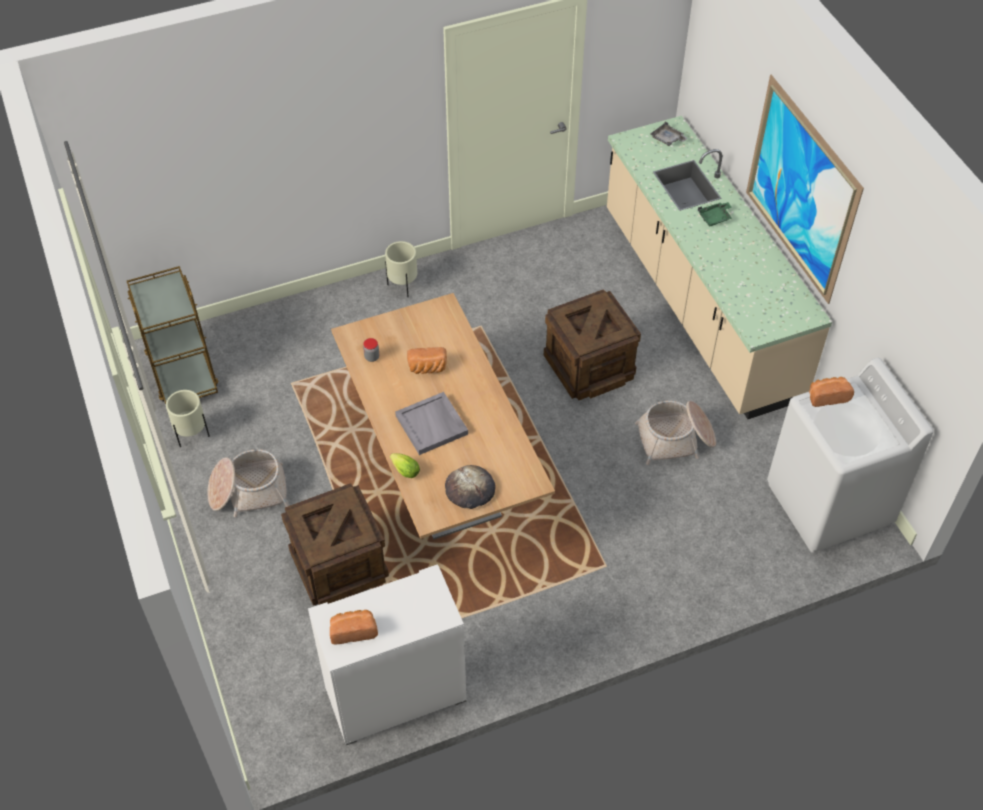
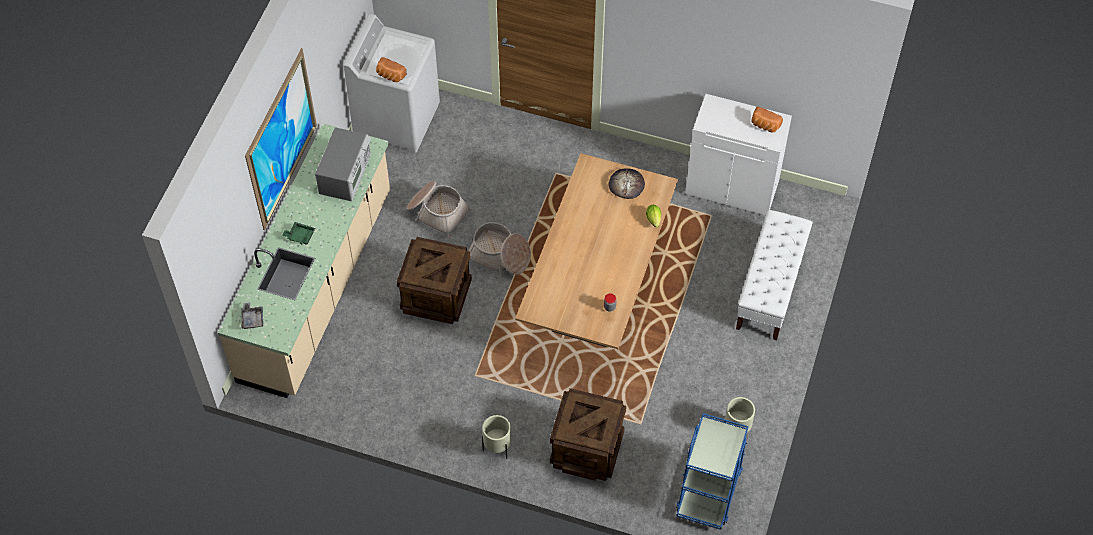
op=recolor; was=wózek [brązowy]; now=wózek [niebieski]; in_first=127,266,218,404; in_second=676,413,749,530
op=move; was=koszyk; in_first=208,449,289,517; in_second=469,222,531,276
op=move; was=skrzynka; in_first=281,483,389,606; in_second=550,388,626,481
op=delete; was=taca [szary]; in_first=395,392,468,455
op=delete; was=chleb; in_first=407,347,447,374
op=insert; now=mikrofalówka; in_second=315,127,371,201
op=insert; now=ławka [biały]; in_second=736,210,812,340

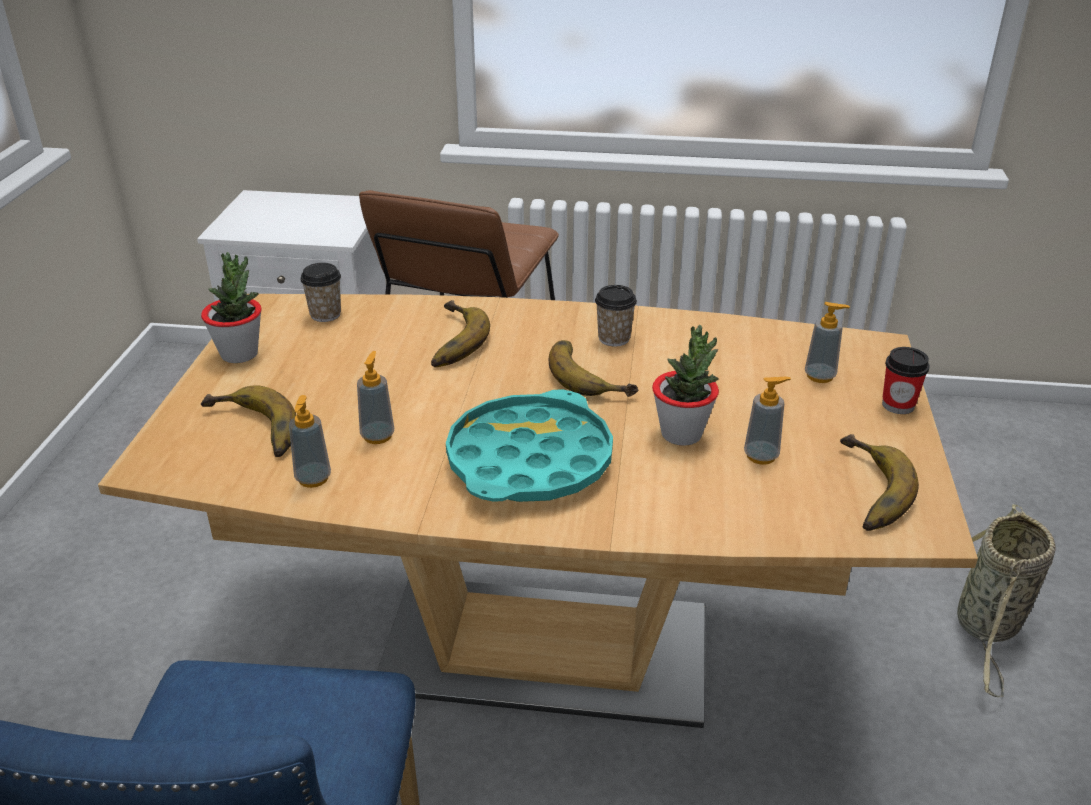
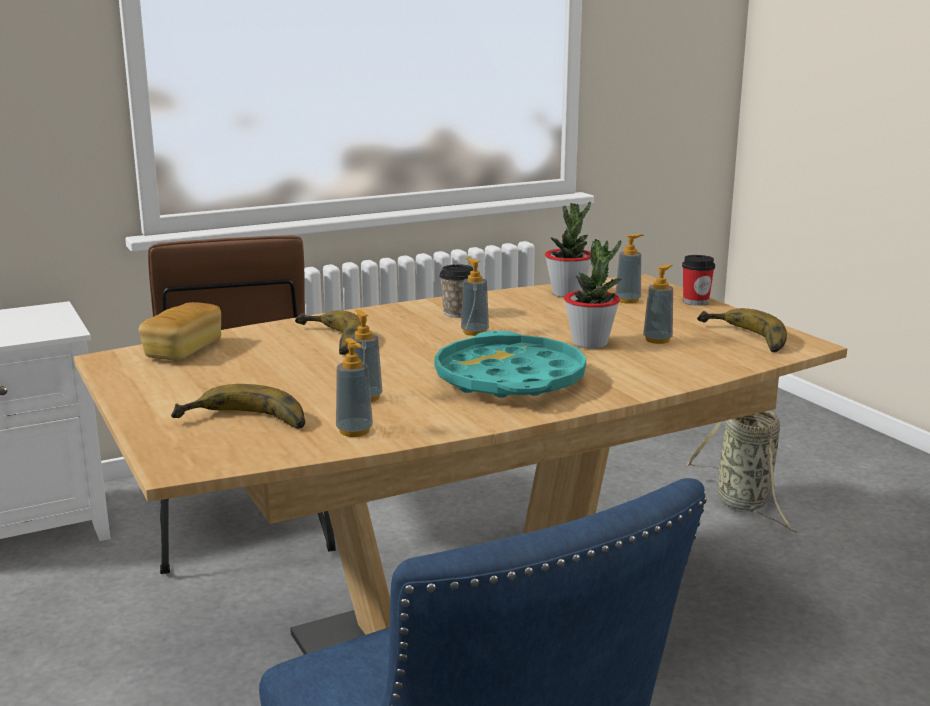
op=move; was=roślina doniczkowa; in_first=201,252,262,363; in_second=545,202,591,297
op=replace; was=filiżanka; now=chleb; in_first=300,263,341,322; in_second=139,302,221,360
op=replace; was=banan; now=dozownik mydła; in_first=549,340,638,397; in_second=461,258,489,336

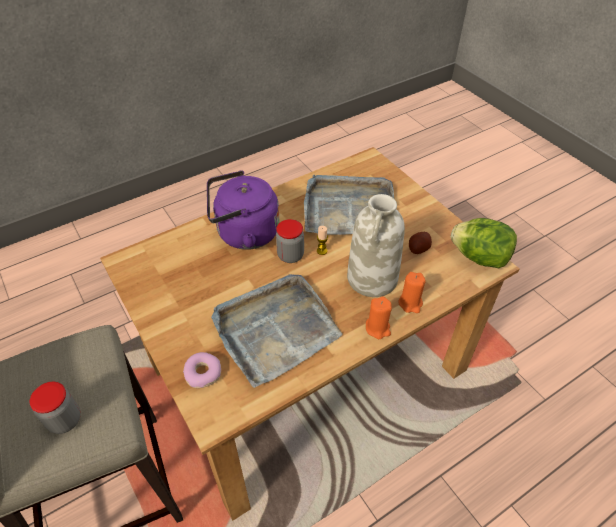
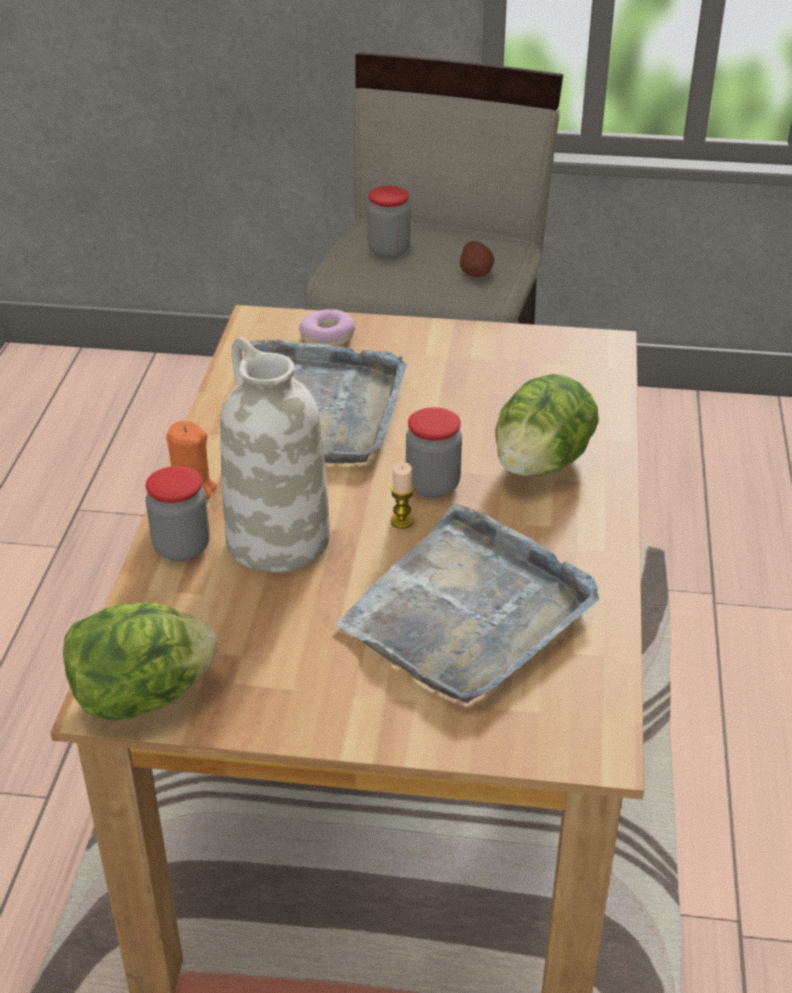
op=replace; was=czajnik [fioletowy]; now=sałata; in_first=207,170,279,250; in_second=495,374,599,476
op=replace; was=świeca [pomarańczowy]; now=słoik; in_first=398,272,426,313; in_second=146,466,210,561
op=move; was=ziemniak; in_first=409,232,432,254; in_second=460,241,495,277

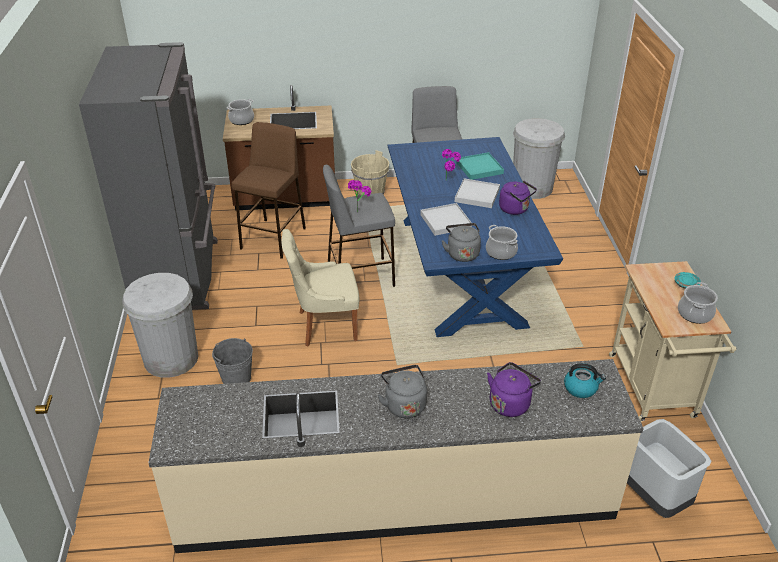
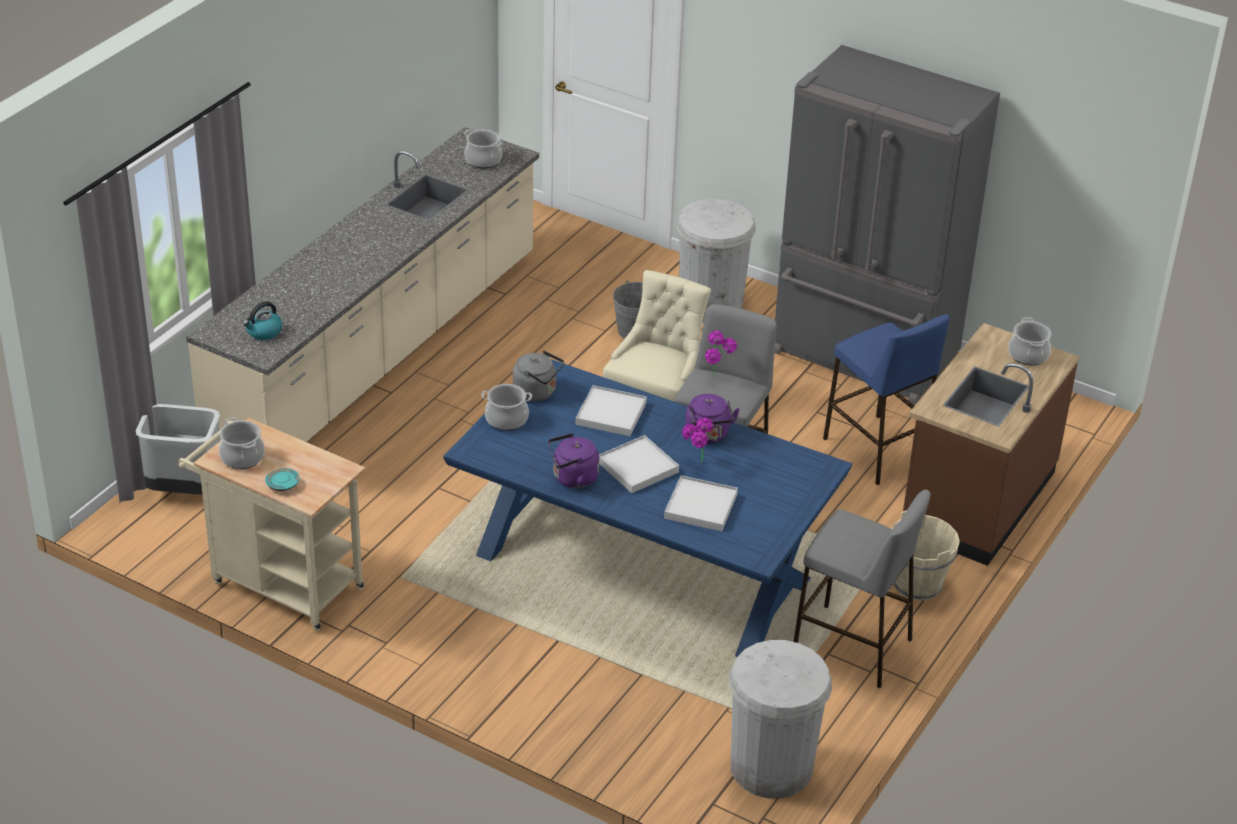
op=recolor; was=stołek [brązowy]; now=stołek [niebieski]; in_first=232,122,306,259; in_second=823,314,950,485
op=delete; was=czajnik [szary]; in_first=378,365,427,418
op=recolor; was=taca [turkusowy]; now=taca [biały]; in_first=456,152,504,180; in_second=664,475,738,531
op=move; was=czajnik [fioletowy]; in_first=487,362,541,417; in_second=685,394,740,444
op=insert; now=garnek; in_second=464,129,502,168

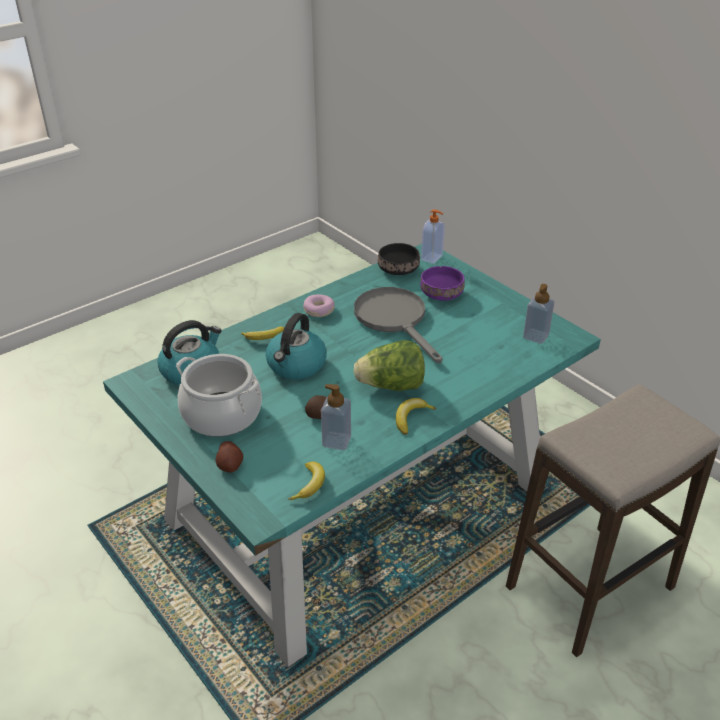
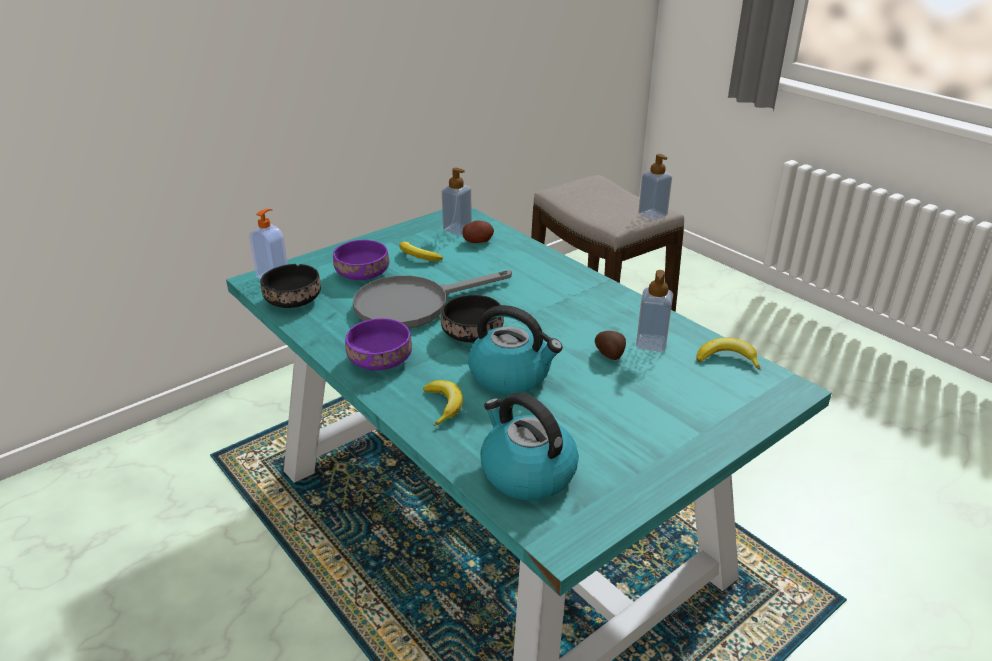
op=delete; was=garnek; in_first=176,354,262,437
op=move; was=ziemniak; in_first=215,441,243,473; in_second=462,220,494,243
op=replace; was=donut; now=miska [fioletowy]; in_first=303,294,335,317; in_second=345,318,412,370
op=delete; was=sałata; in_first=354,340,425,391
op=move; was=banan; in_first=396,398,436,435; in_second=399,241,443,261
op=insert; now=miska [czarny]; in_second=441,295,504,343
op=insert; now=dozownik mydła; in_second=638,154,672,220

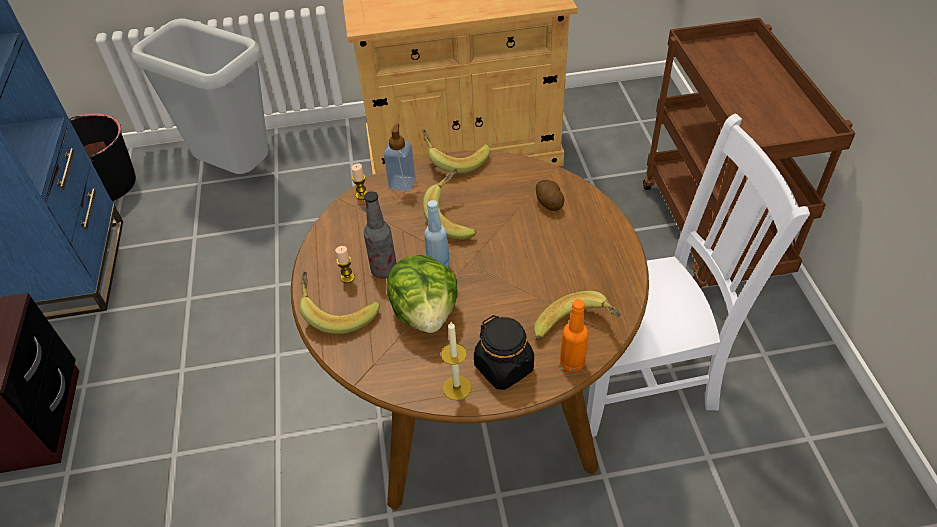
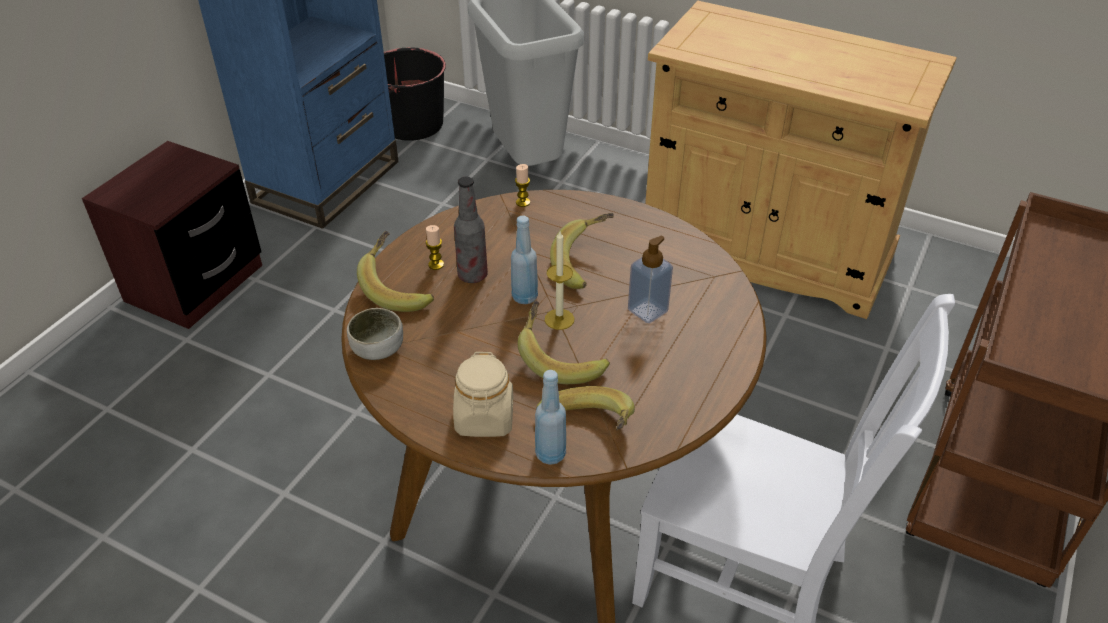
op=move; was=dozownik mydła; in_first=384,124,416,191; in_second=628,236,673,323
op=delete; was=sałata; in_first=387,255,458,333
op=move; was=banan; in_first=422,129,490,174; in_second=518,300,610,384
op=move; was=świeca; in_first=441,322,472,400; in_second=545,231,574,330
op=recolor; was=słoik [czarny]; now=słoik [beżowy]; in_first=474,315,534,390; in_second=453,352,513,437
op=delete; was=ziemniak; in_first=536,180,565,211
op=recolor; was=butelka [pomarańczowy]; now=butelka [niebieski]; in_first=560,299,588,372; in_second=535,370,566,465
op=insert; now=miska; in_second=347,308,403,360

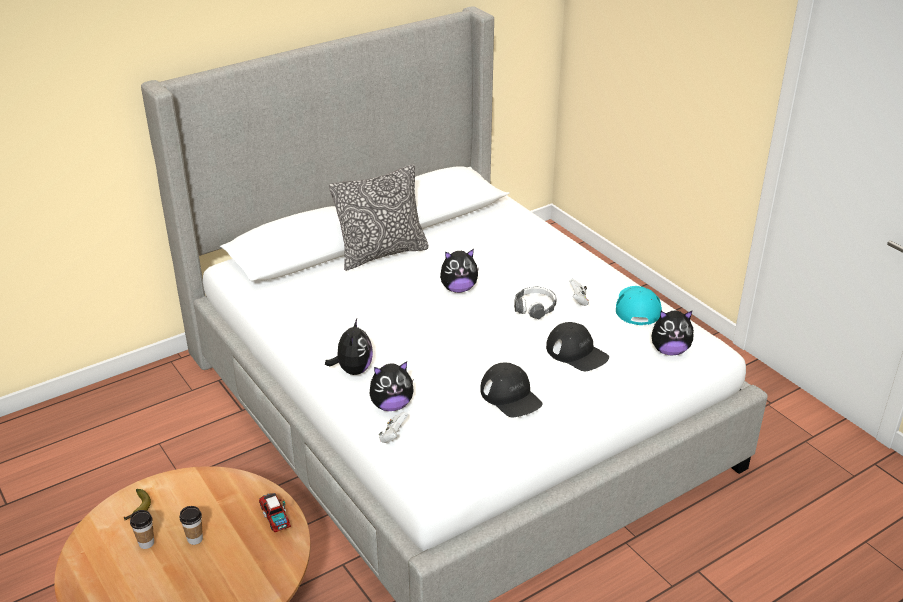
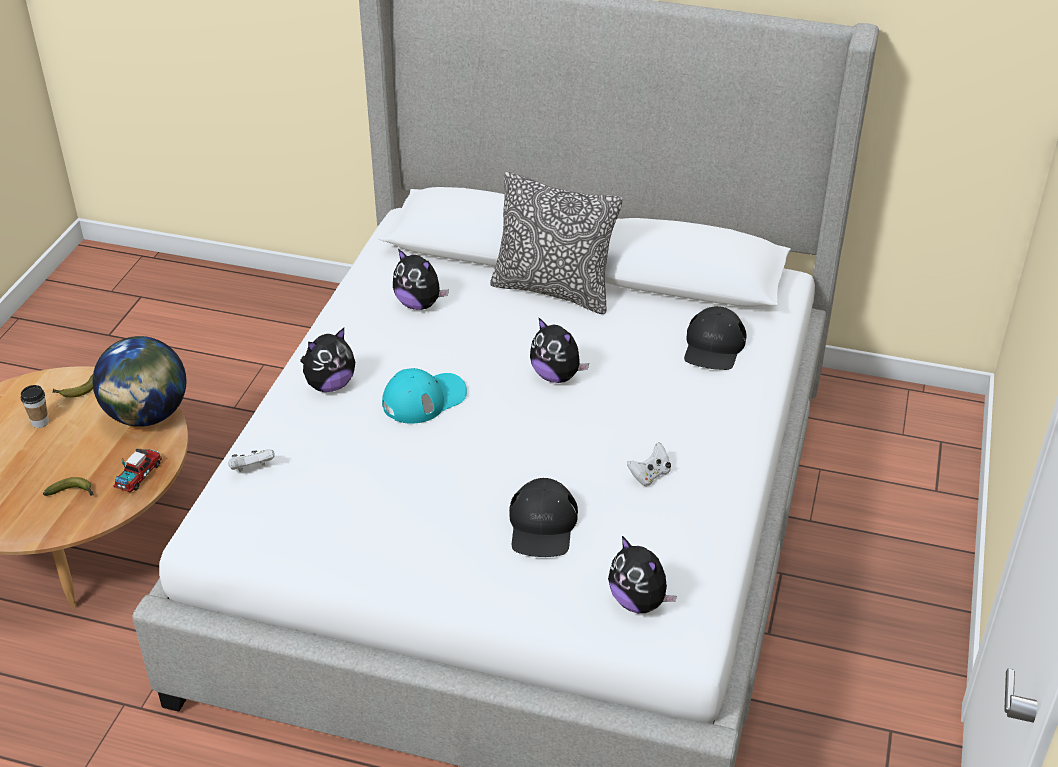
op=delete; was=filiżanka; in_first=180,506,203,545
op=move; was=pluszak; in_first=370,361,413,411; in_second=393,249,449,310
op=move; was=czapka z daszkiem [czarny]; in_first=480,363,543,417; in_second=684,306,746,370
op=delete; was=słuchawki; in_first=514,286,557,319
op=move; was=czapka z daszkiem [turkusowy]; in_first=616,286,662,325; in_second=382,368,467,423
op=insert; now=banan; in_second=43,477,94,496
op=insert; now=globus; in_second=93,336,186,427

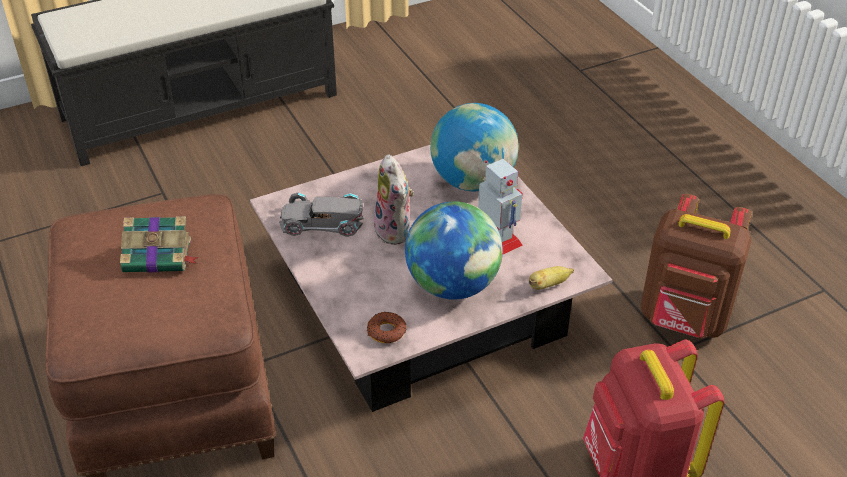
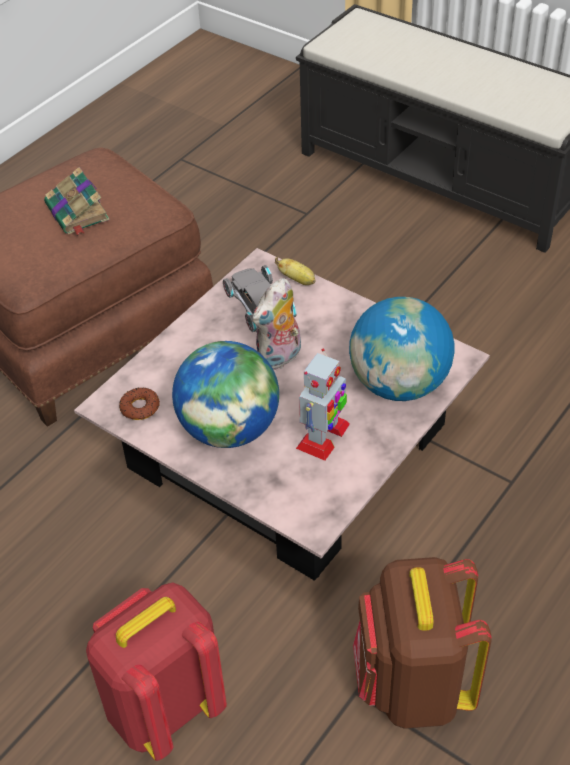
op=move; was=banan; in_first=529,266,574,290; in_second=275,257,316,285

